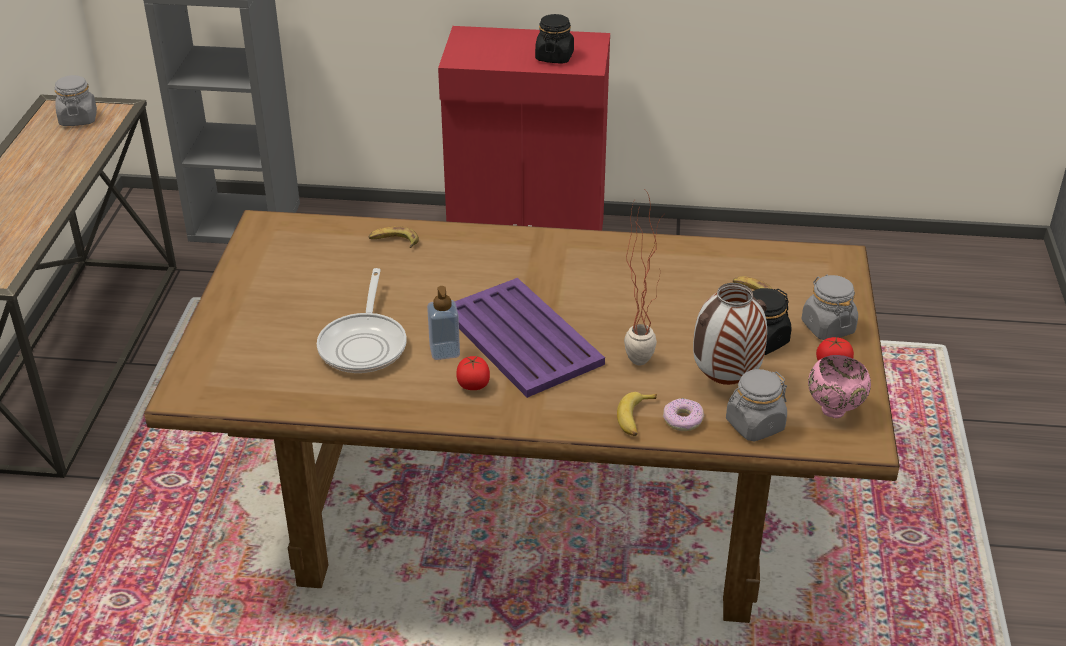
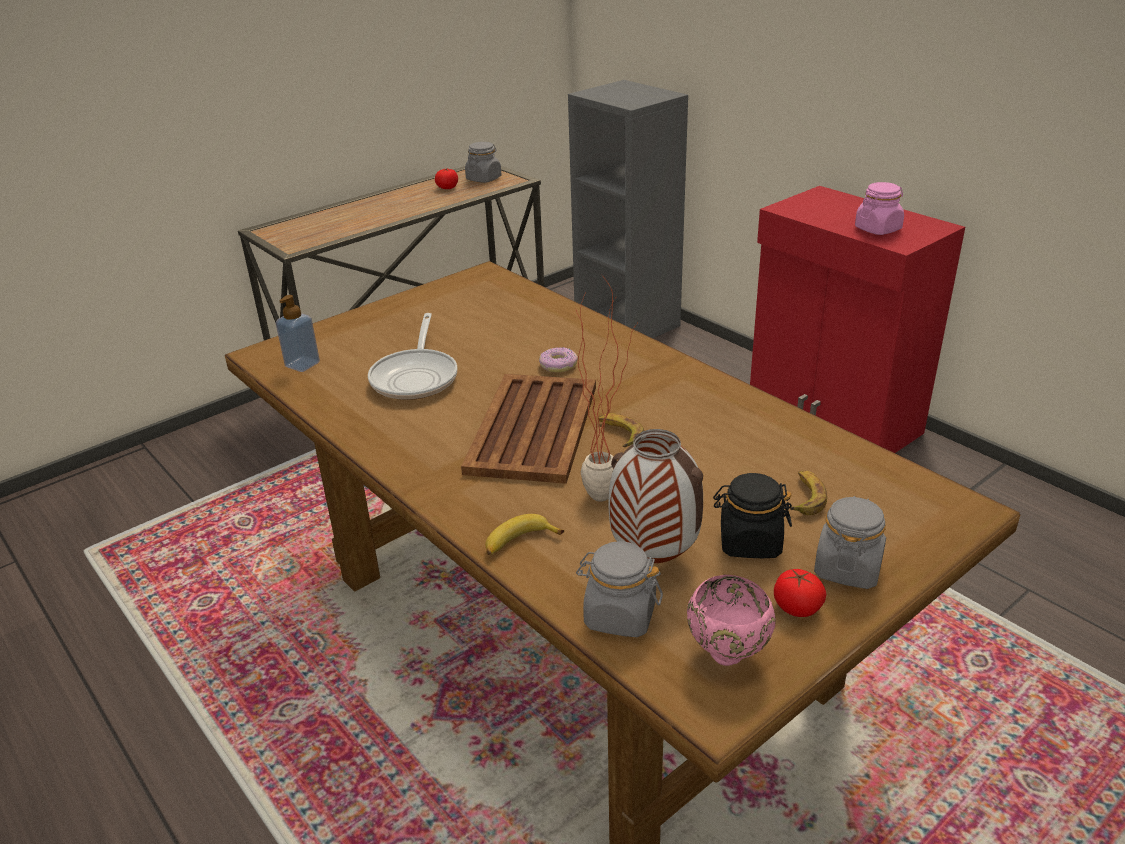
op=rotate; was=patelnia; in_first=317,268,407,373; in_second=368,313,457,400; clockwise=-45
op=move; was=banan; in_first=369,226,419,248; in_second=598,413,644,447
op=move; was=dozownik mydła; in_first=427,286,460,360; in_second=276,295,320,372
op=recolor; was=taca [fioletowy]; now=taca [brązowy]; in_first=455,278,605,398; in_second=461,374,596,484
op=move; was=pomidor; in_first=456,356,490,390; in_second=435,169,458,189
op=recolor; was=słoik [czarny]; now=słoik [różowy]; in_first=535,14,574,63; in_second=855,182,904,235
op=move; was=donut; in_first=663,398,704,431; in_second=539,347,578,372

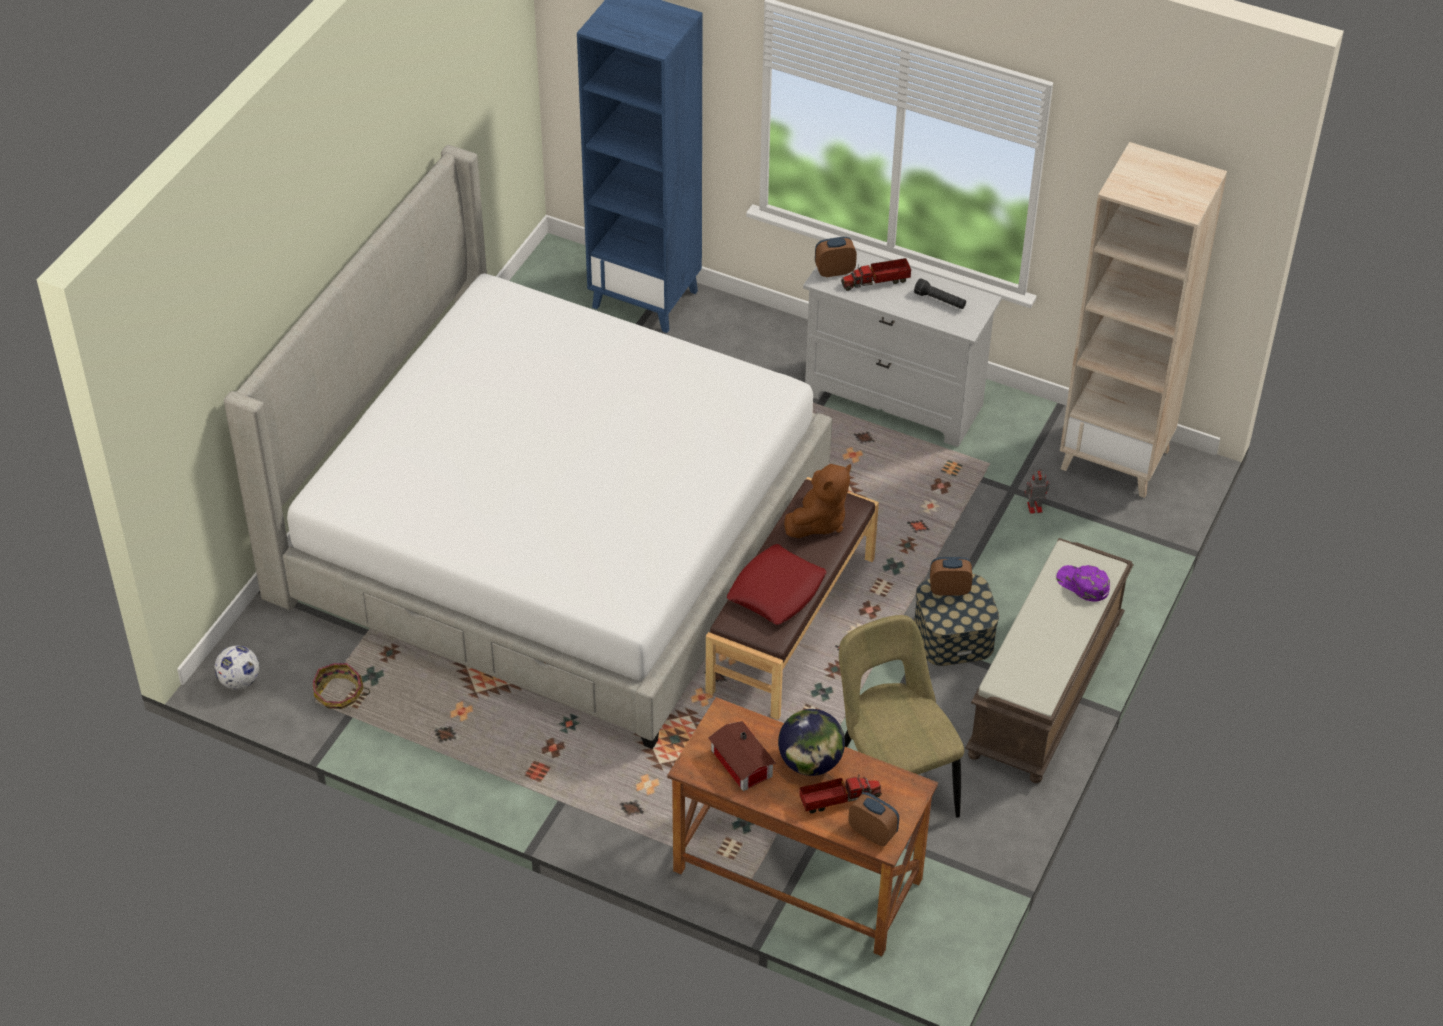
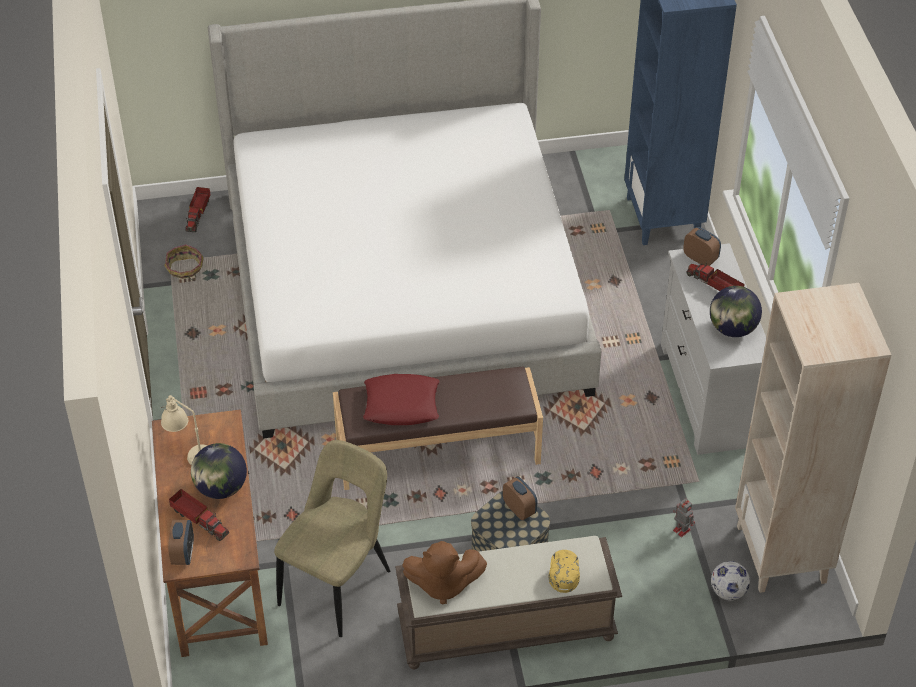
op=move; was=piłka futbolowa; in_first=214,646,259,689; in_second=711,561,750,600
op=replace; was=domek; now=lampa stołowa [beżowy]; in_first=708,721,776,791; in_second=160,395,207,465
op=move; was=pluszak [brązowy]; in_first=784,464,851,538; in_second=402,541,487,604
op=replace; was=latarka [czarny]; now=globus; in_first=914,278,966,309; in_second=710,286,762,337
op=recolor; was=czapka z daszkiem [fioletowy]; now=czapka z daszkiem [żółty]; in_first=1056,565,1110,601; in_second=549,550,580,593
op=insert; now=ciężarówka zabawkowa; in_second=185,187,211,232

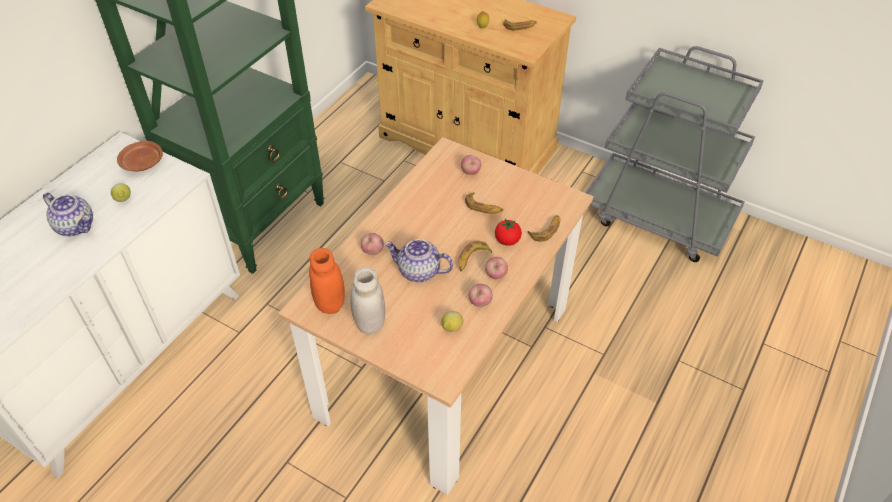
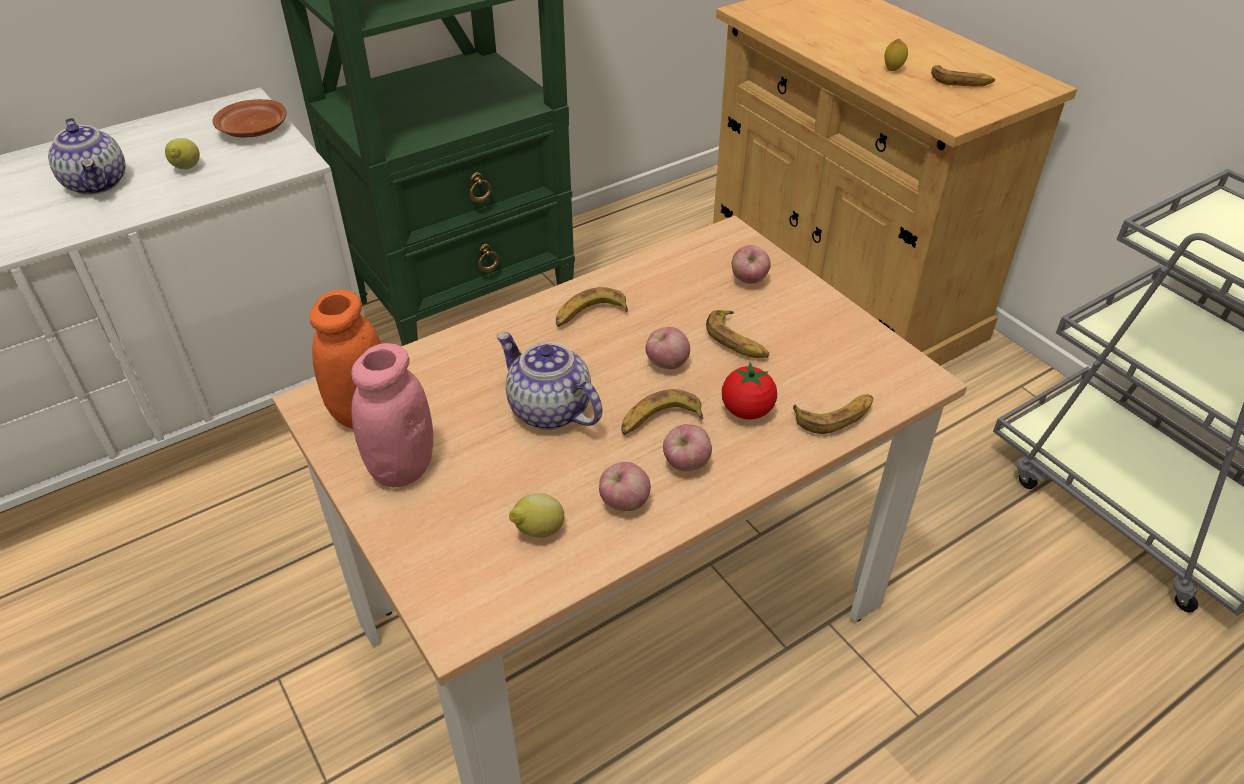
op=recolor; was=słoik [biały]; now=słoik [różowy]; in_first=350,267,385,335; in_second=351,343,433,488
op=move; was=jabłko; in_first=361,233,384,255; in_second=645,327,690,369
op=insert; now=banan; in_second=556,287,628,327

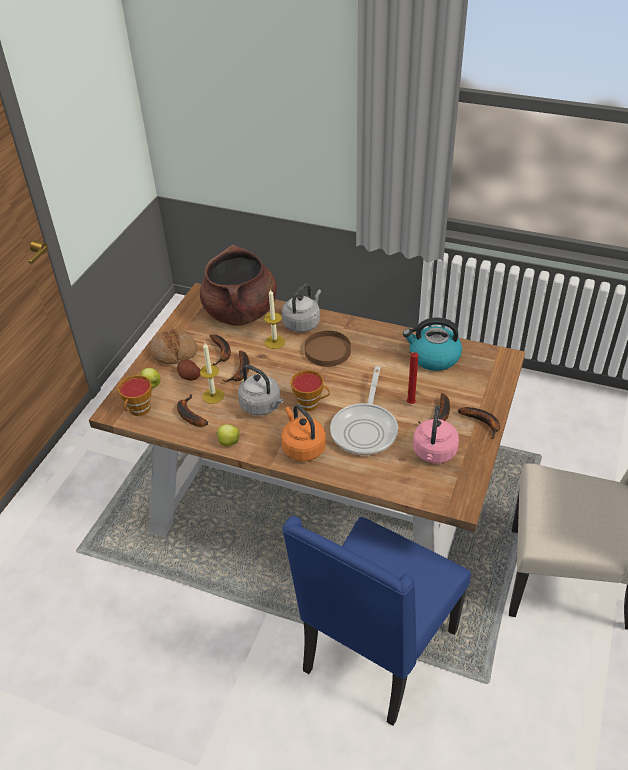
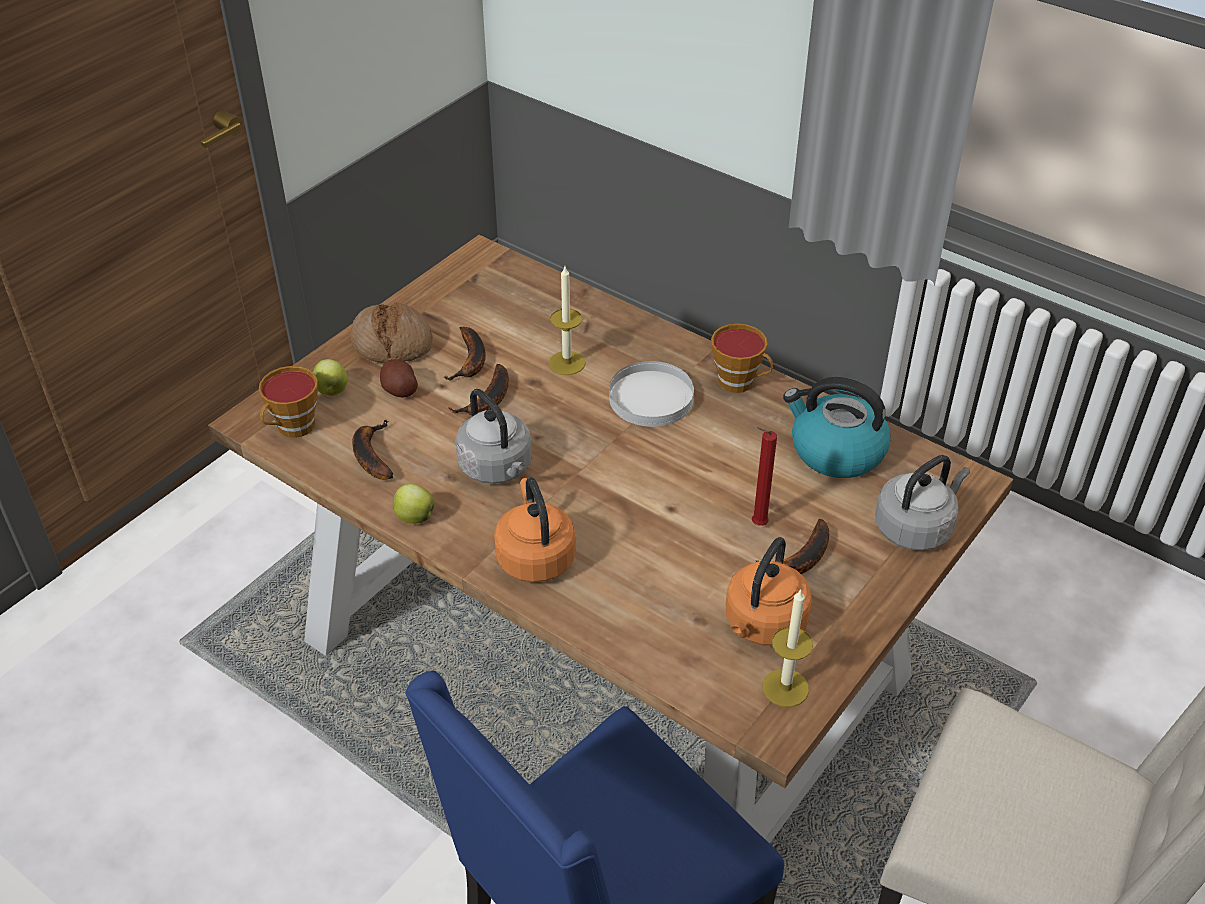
op=delete; was=garnek [brązowy]; in_first=200,245,277,326
op=move; was=świeca; in_first=200,343,224,404; in_second=763,588,813,707
op=move; was=czajnik [szary]; in_first=282,284,321,332; in_second=875,455,970,551
op=move; was=filiżanka; in_first=290,370,330,411; in_second=711,323,773,393
op=recolor; was=talerz [brązowy]; now=talerz [biały]; in_first=304,331,351,367; in_second=609,361,694,427
op=delete; was=patelnia; in_first=330,366,398,455
op=recolor; was=czajnik [różowy]; now=czajnik [pomarańczowy]; in_first=413,405,459,464; in_second=726,537,812,646
op=delete; was=banan; in_first=458,407,500,439

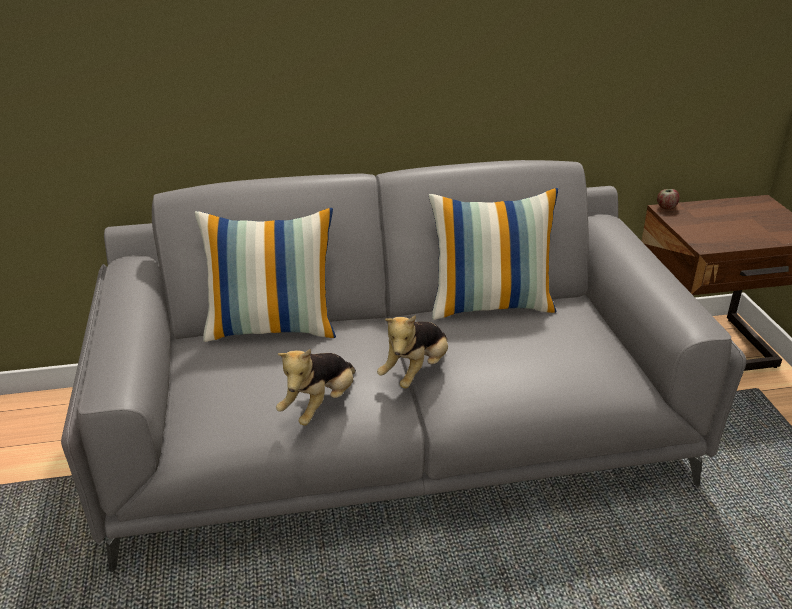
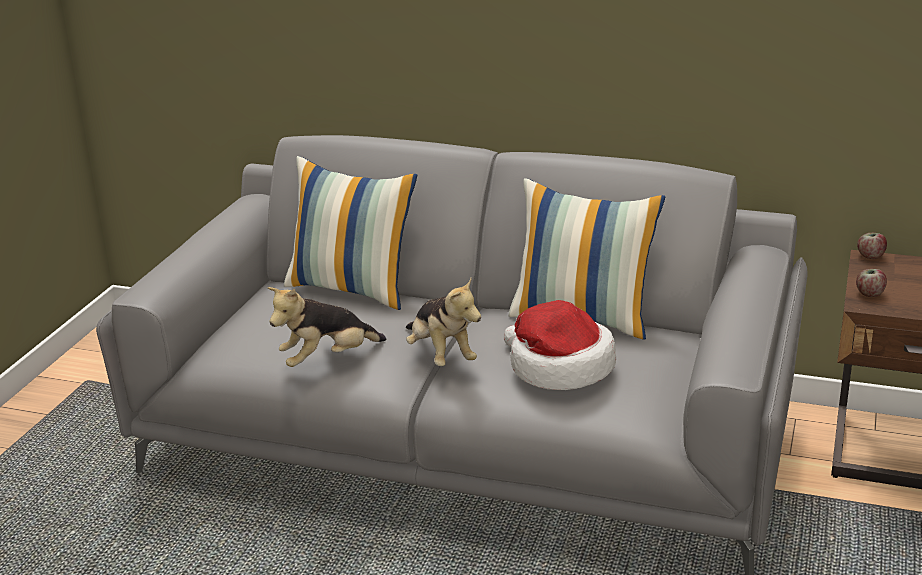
op=rotate; was=pluszak; in_first=377,315,448,388; in_second=406,278,481,366; clockwise=-90
op=insert; now=kapelusz; in_second=504,300,616,390
op=insert; now=jabłko; in_second=856,269,887,297

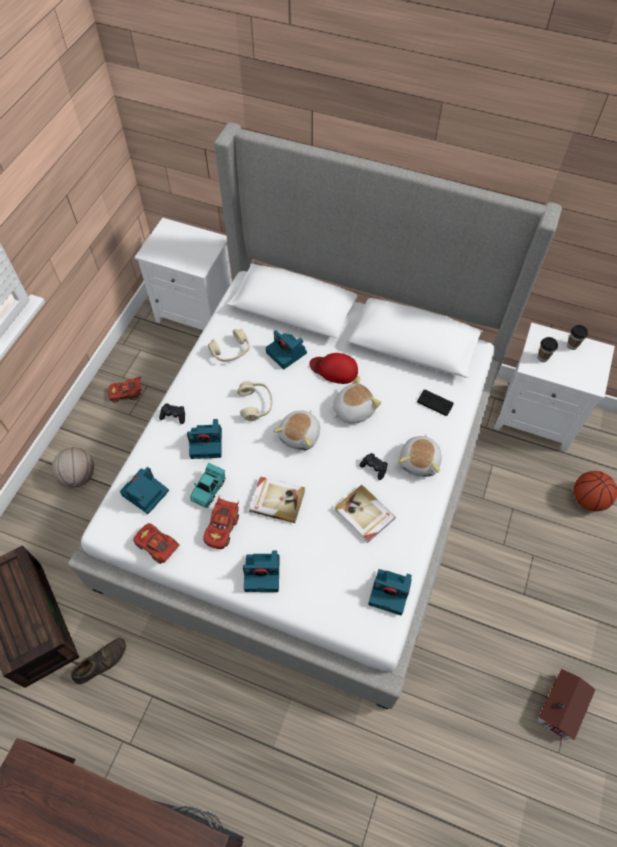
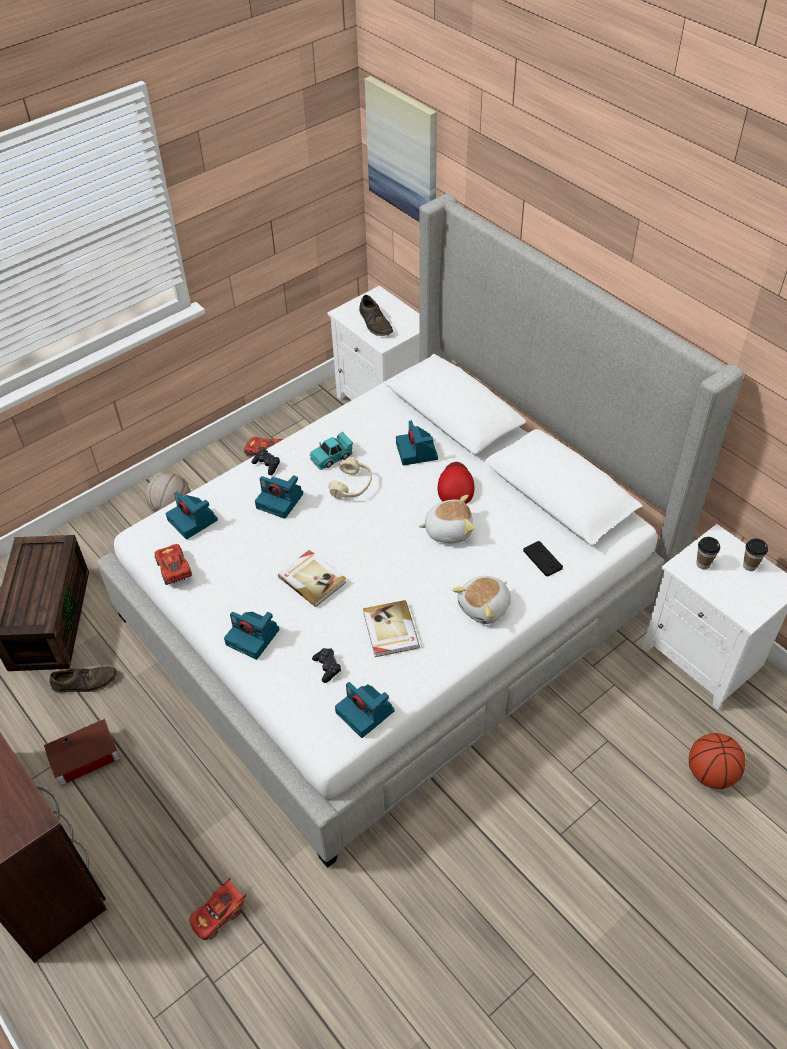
op=rotate; was=aparat fotograficzny; in_first=120,467,169,514; in_second=166,492,218,539; clockwise=-105
op=move; was=samochodzik [turkusowy]; in_first=190,463,226,508; in_second=310,432,353,470
op=move; was=samochodzik [czerwony]; in_first=203,495,239,549; in_second=189,877,246,940
op=delete; was=słuchawki [beżowy]; in_first=208,329,250,362
op=delete; was=pluszak; in_first=273,410,320,451
op=rotate; was=czapka z daszkiem [czerwony]; in_first=309,353,358,384; in_second=438,462,475,504; clockwise=45
op=move; was=pad do gier [czarny]; in_first=359,453,388,480; in_second=312,648,341,683
op=move; was=domek; in_first=537,669,596,740; in_second=44,719,120,785
op=insert; now=but [brązowy]; in_second=359,295,393,336
op=insert; now=obraz; in_second=365,76,437,222

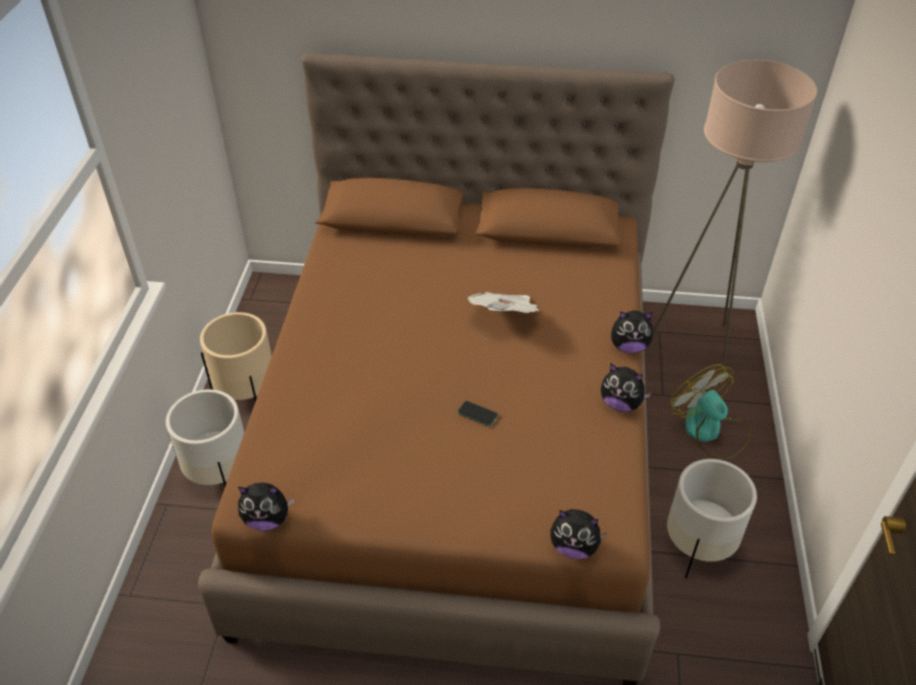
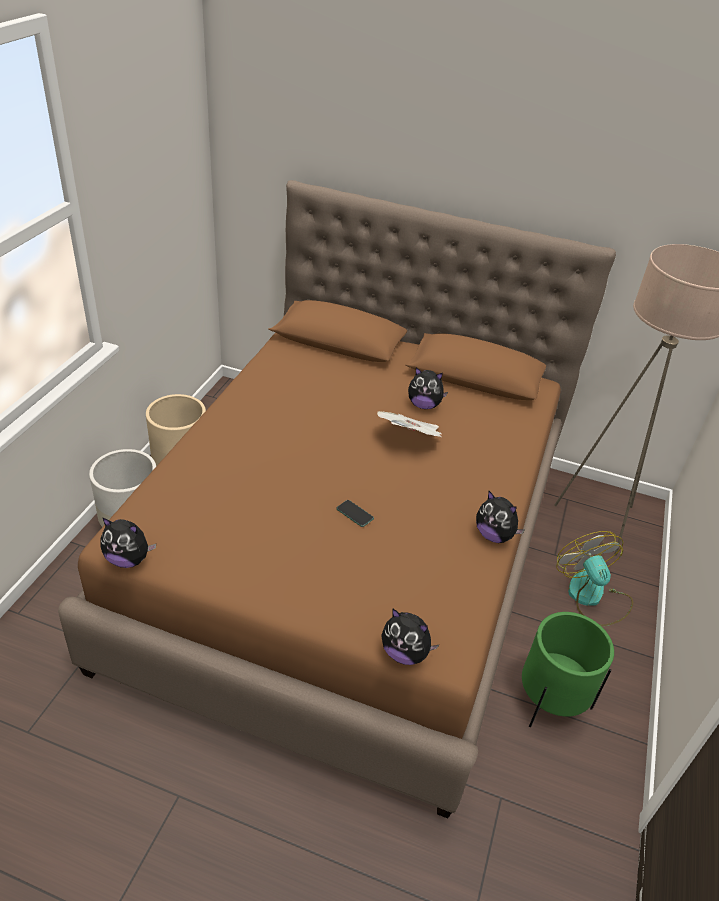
op=move; was=pluszak; in_first=611,310,655,354; in_second=408,367,448,409
op=recolor; was=donica [biały]; now=donica [zielony]; in_first=667,459,757,579; in_second=522,612,614,728

